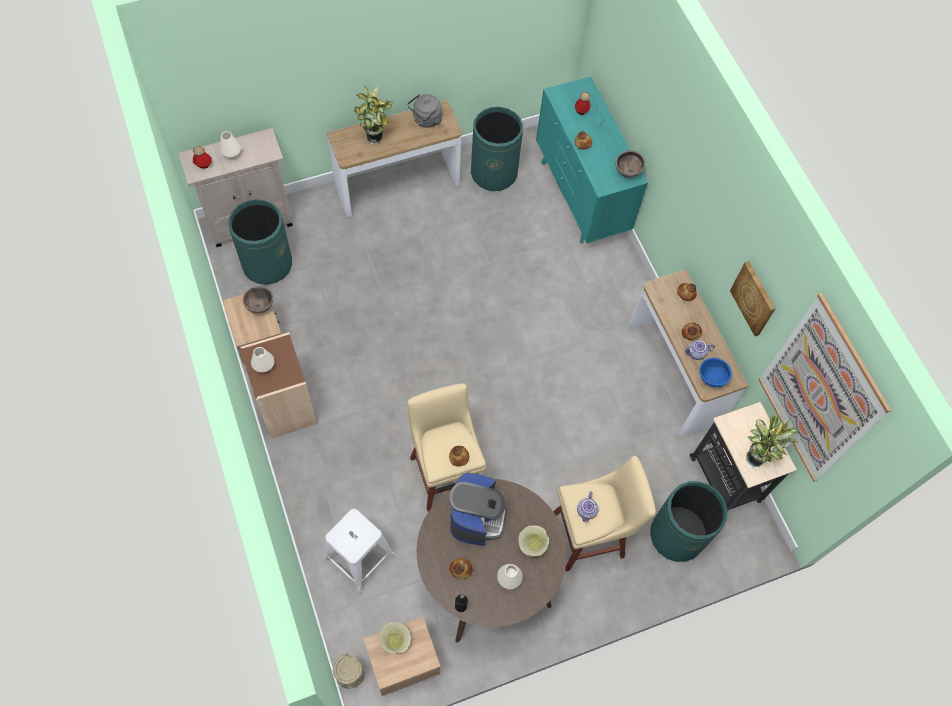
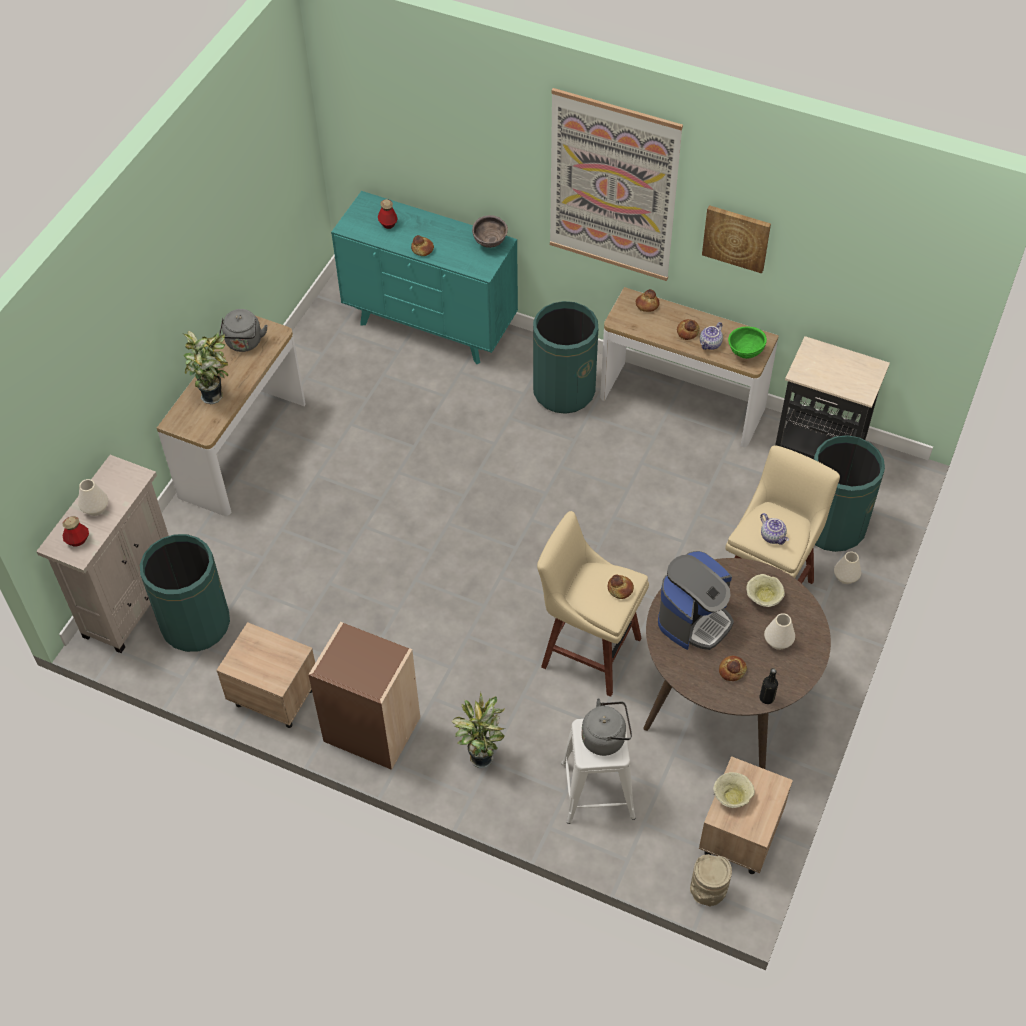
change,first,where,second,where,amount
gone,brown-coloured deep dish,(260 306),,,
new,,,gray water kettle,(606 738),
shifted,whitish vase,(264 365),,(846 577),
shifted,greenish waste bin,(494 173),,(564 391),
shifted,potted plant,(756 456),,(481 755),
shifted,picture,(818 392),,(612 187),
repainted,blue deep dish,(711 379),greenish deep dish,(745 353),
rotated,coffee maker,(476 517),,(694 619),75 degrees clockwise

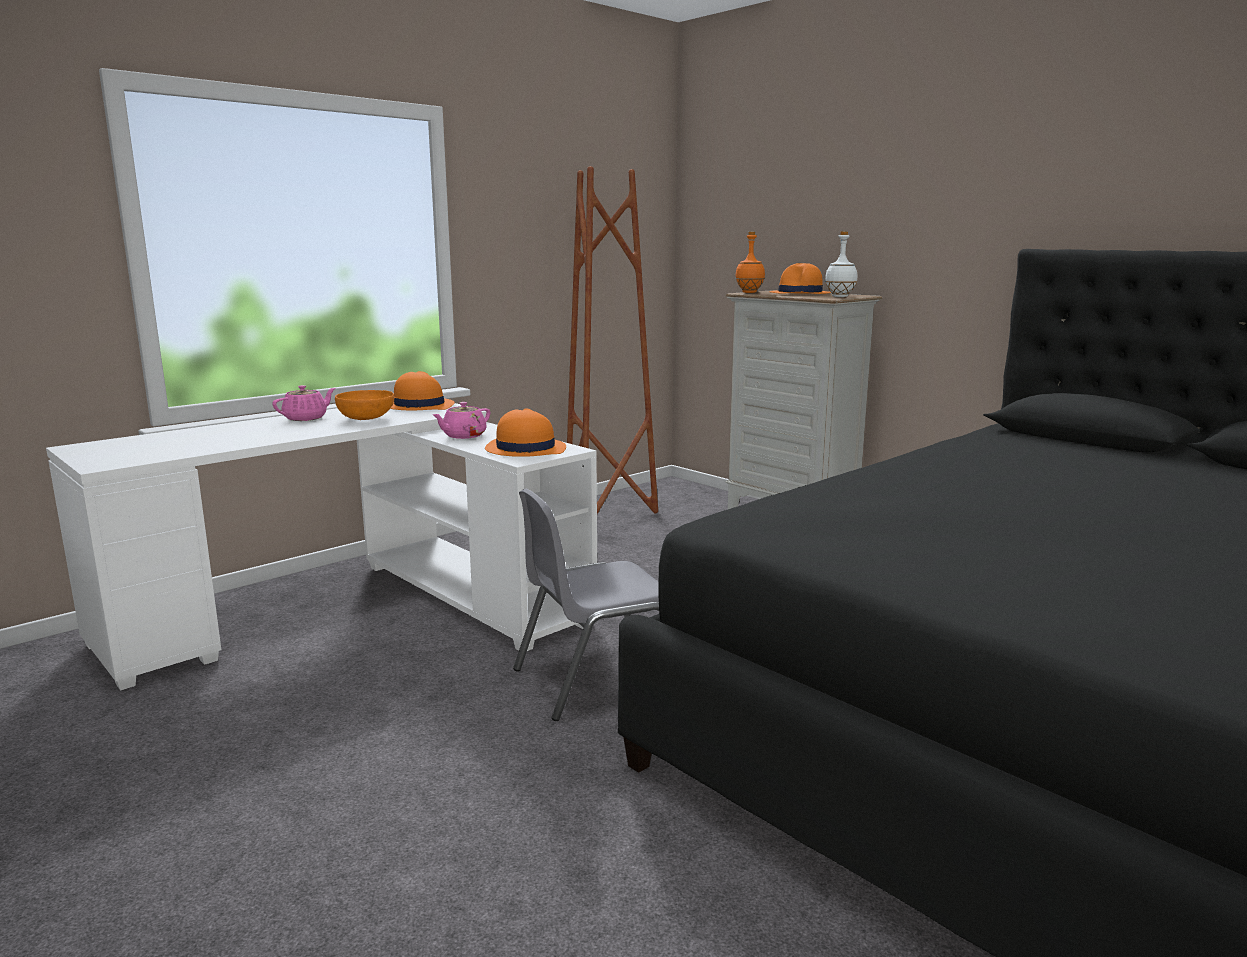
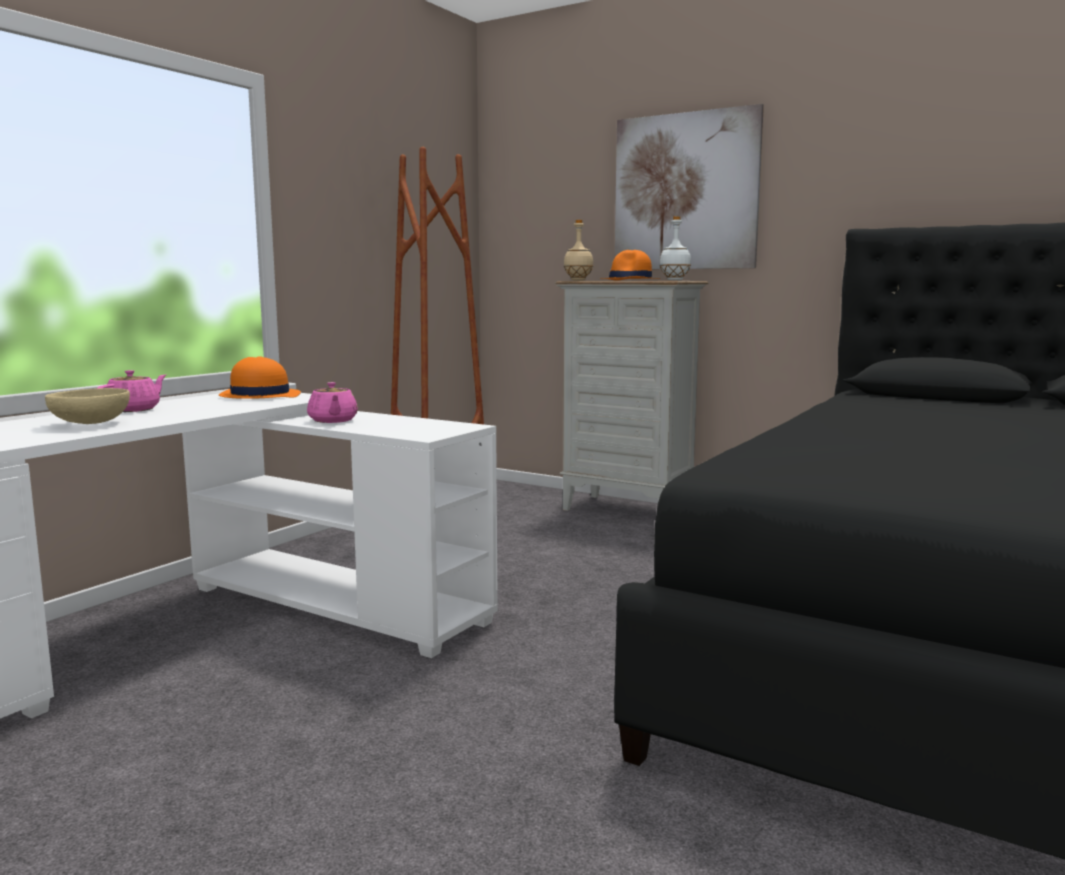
change,first,where,second,where,amount
gone,orange deep dish,(366 418),,,
gone,orange clothing hat,(525 449),,,
gone,gray chair,(599 678),,,
new,,,sand-coloured deep dish,(90 424),
new,,,picture,(685 192),
repainted,orange beverage bottle,(749 292),sand-coloured beverage bottle,(577 280),
rotated,pinkish pot for tea,(463 436),,(333 421),45 degrees counterclockwise

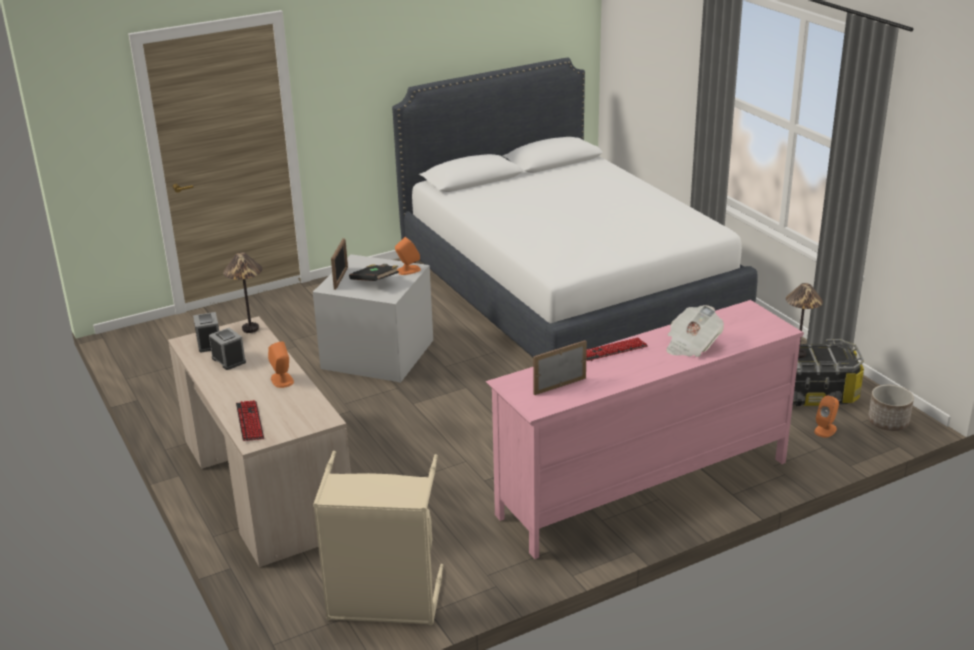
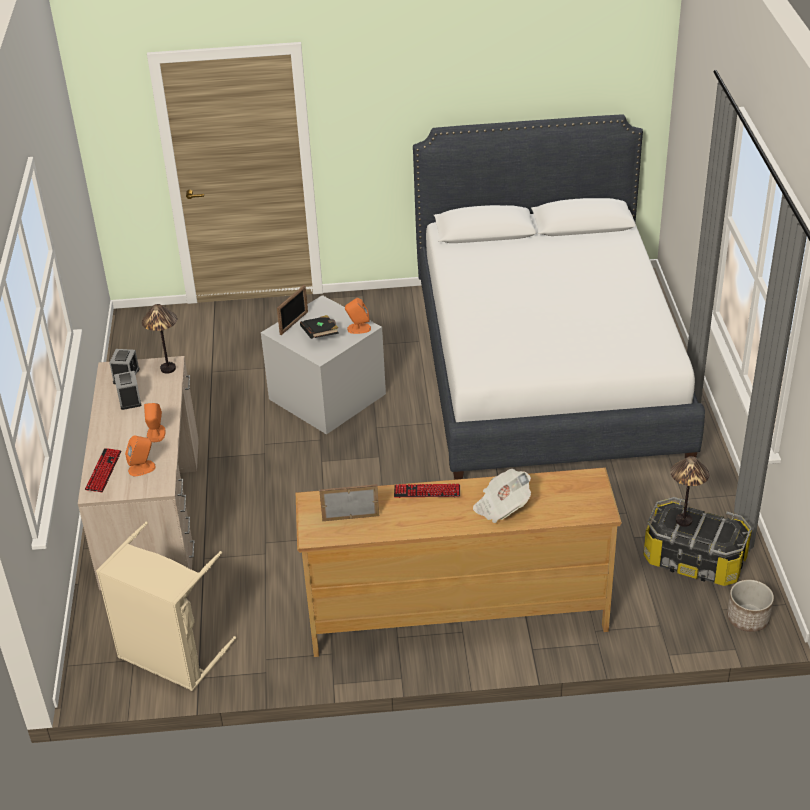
change,first,where,second,where,amount
shifted,orange audio speaker,(825 430),,(142 468),
repainted,pinkish dresser,(643 488),brown-coloured dresser,(457 616),

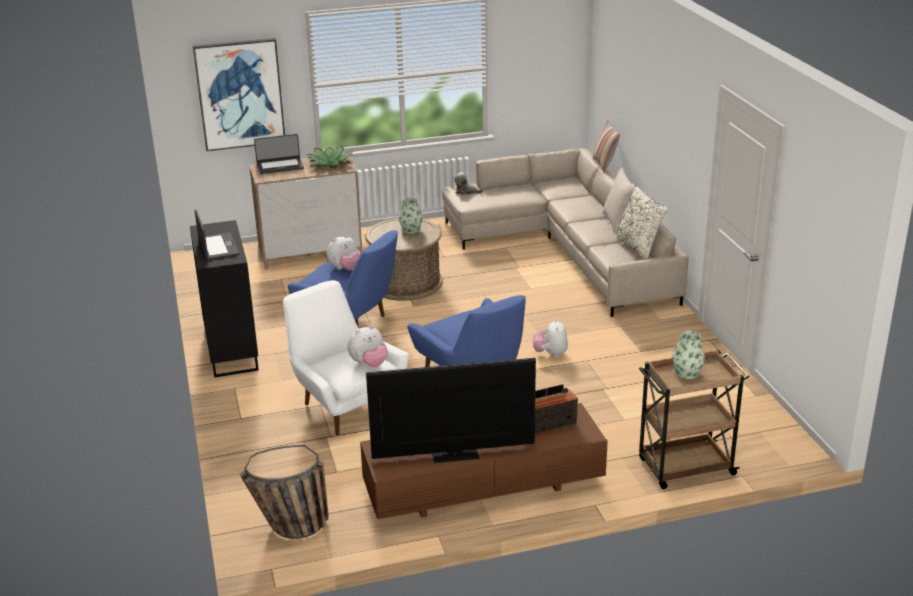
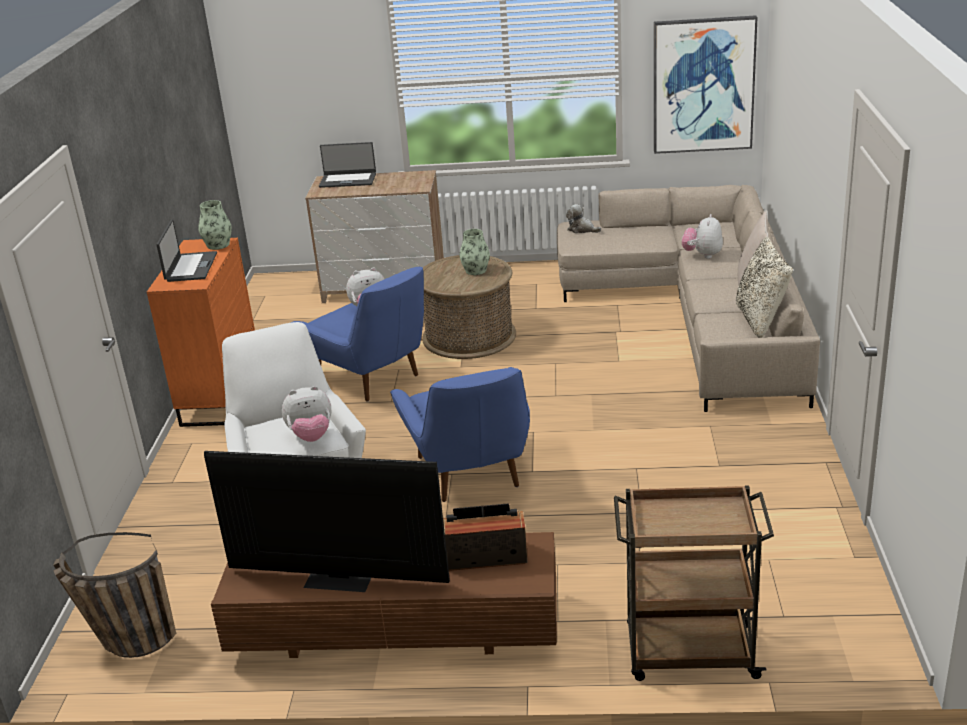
change,first,where,second,where,amount
gone,potted plant,(330 163),,,
gone,throw pillow,(604 165),,,
shifted,picture,(240 94),,(703 85),
shifted,plush toy,(550 354),,(702 255),
shifted,vase,(687 373),,(218 245),
repainted,black dresser,(230 349),orange dresser,(220 394),

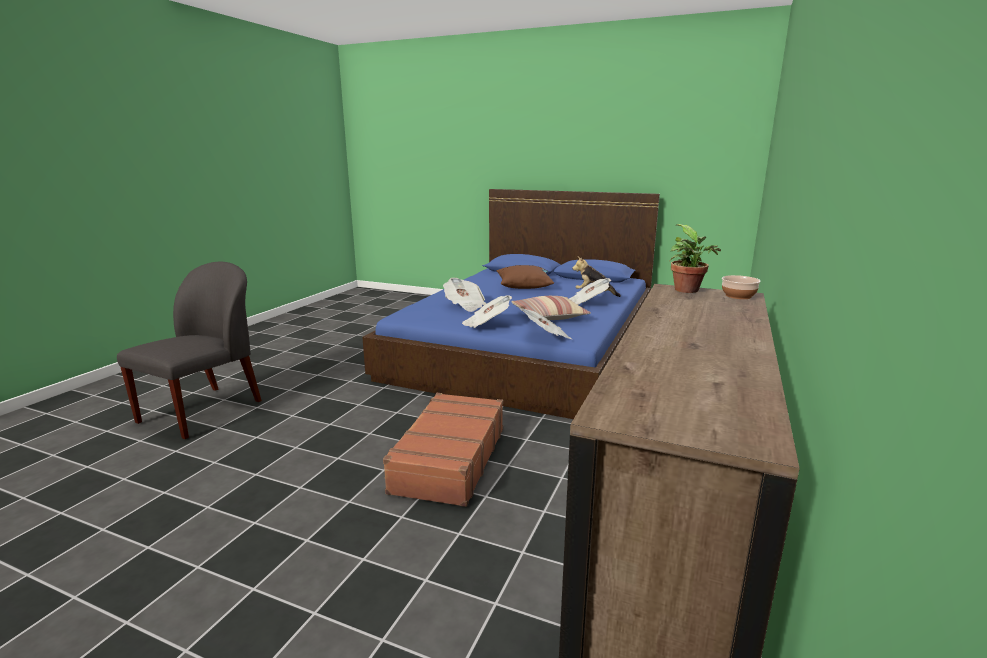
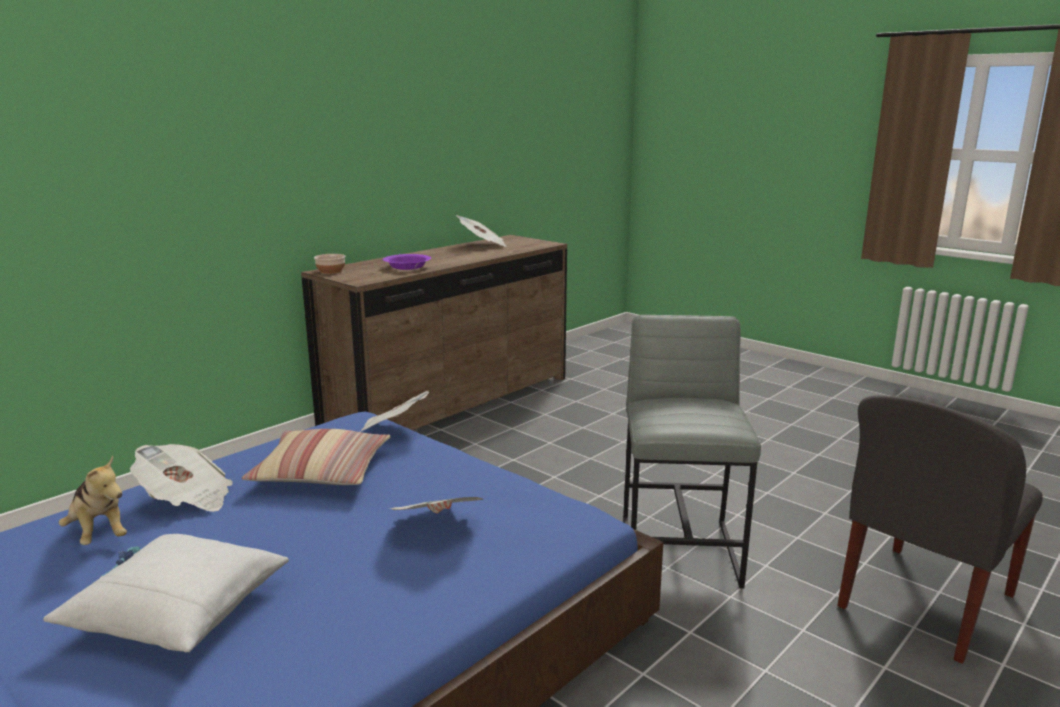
change,first,where,second,where,amount
gone,brown-coloured piece of luggage,(448 459),,,
gone,potted plant,(688 291),,,
new,,,purple-coloured deep dish,(407 267),
new,,,gray chair,(679 549),
shifted,newspaper,(486 324),,(483 245),
repainted,brown-coloured throw pillow,(524 286),gray throw pillow,(179 614),

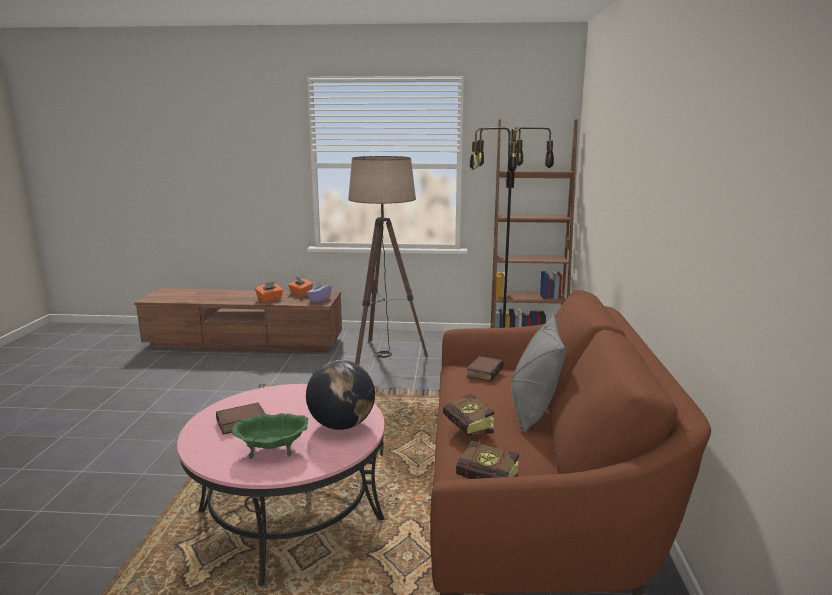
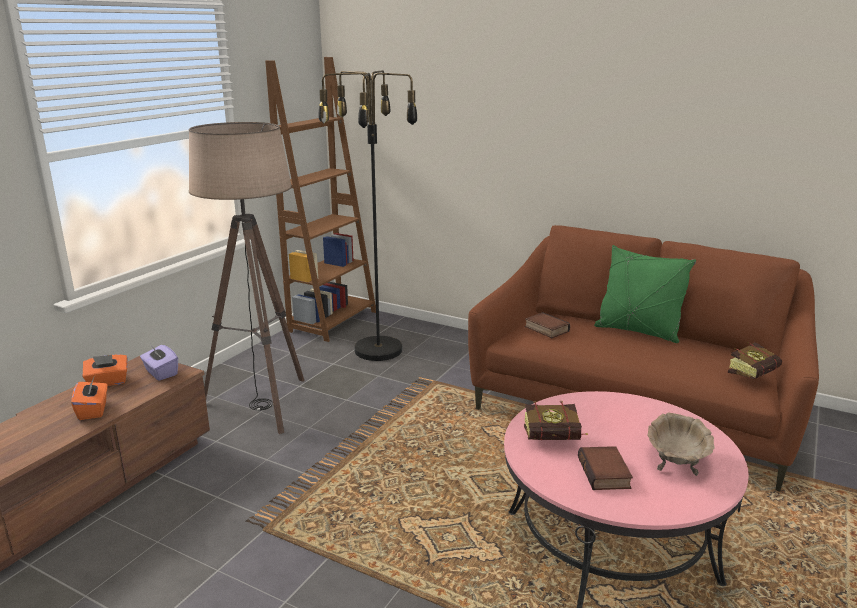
change,first,where,second,where,amount
gone,world globe,(342 425),,,
shifted,book,(471 433),,(557 439),
repainted,greenish deep dish,(272 449),sand-coloured deep dish,(676 461),
repainted,gray throw pillow,(533 411),greenish throw pillow,(638 331),

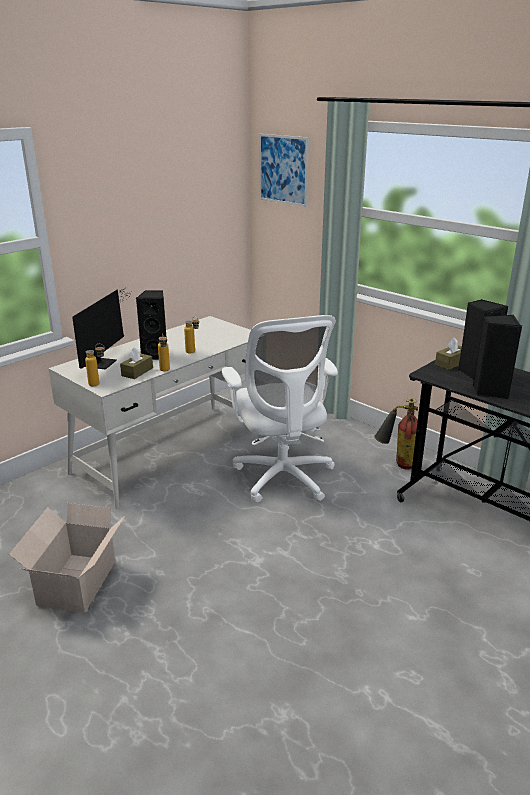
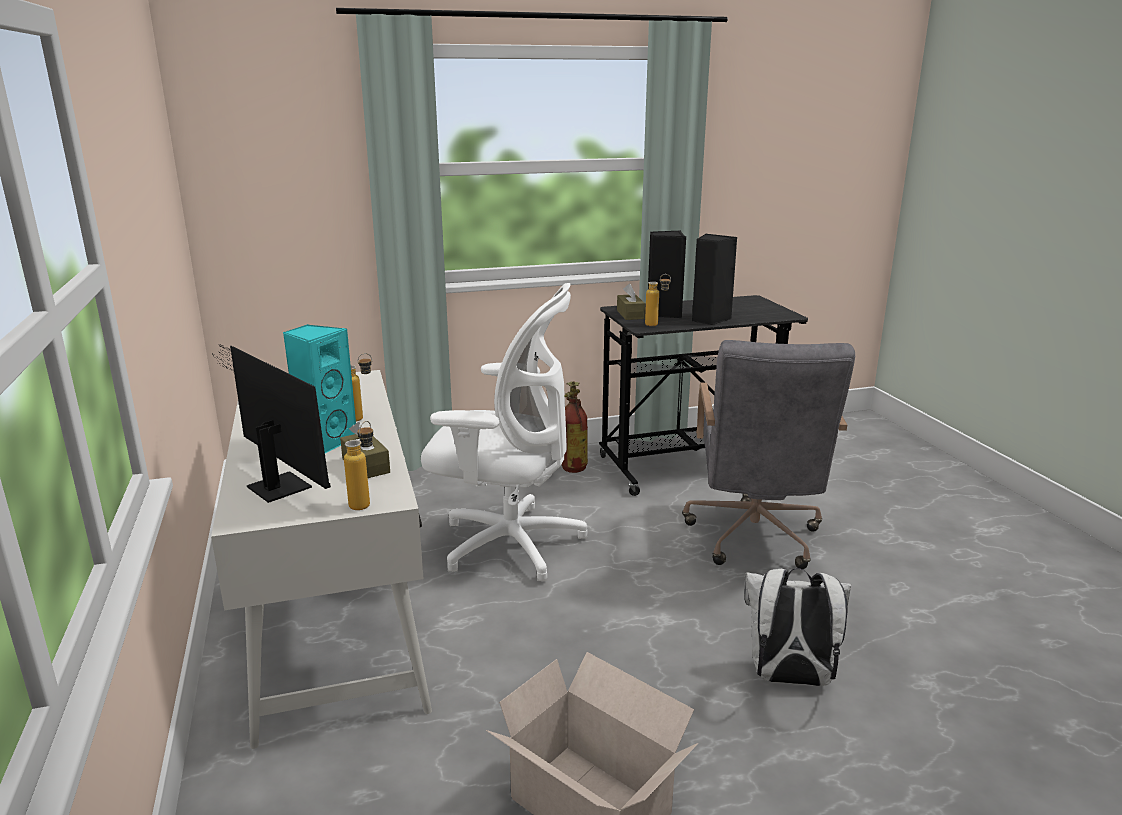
change,first,where,second,where,amount
gone,picture,(283 169),,,
new,,,gray computer chair,(753 542),
new,,,whitish knapsack,(788 679),
shifted,beverage bottle,(165 371),,(656 325),
repainted,black audio speaker,(156 355),blue-green audio speaker,(325 441),

